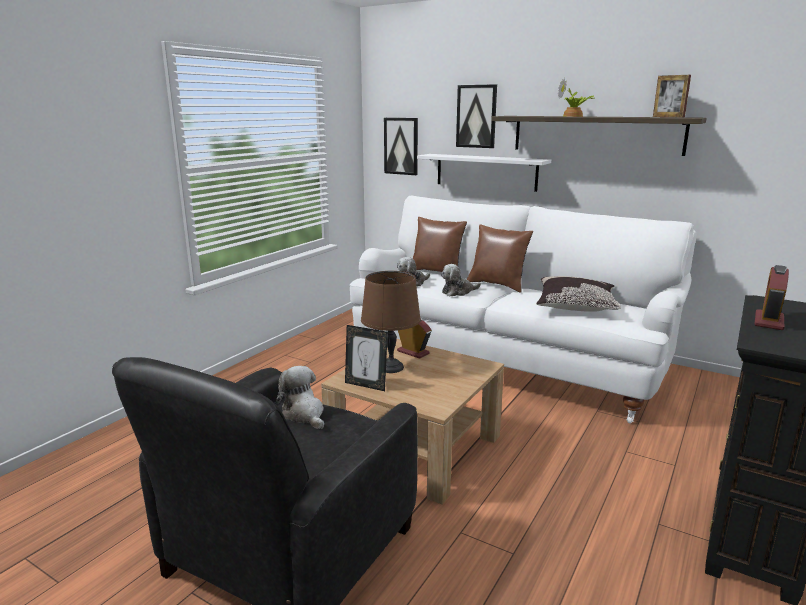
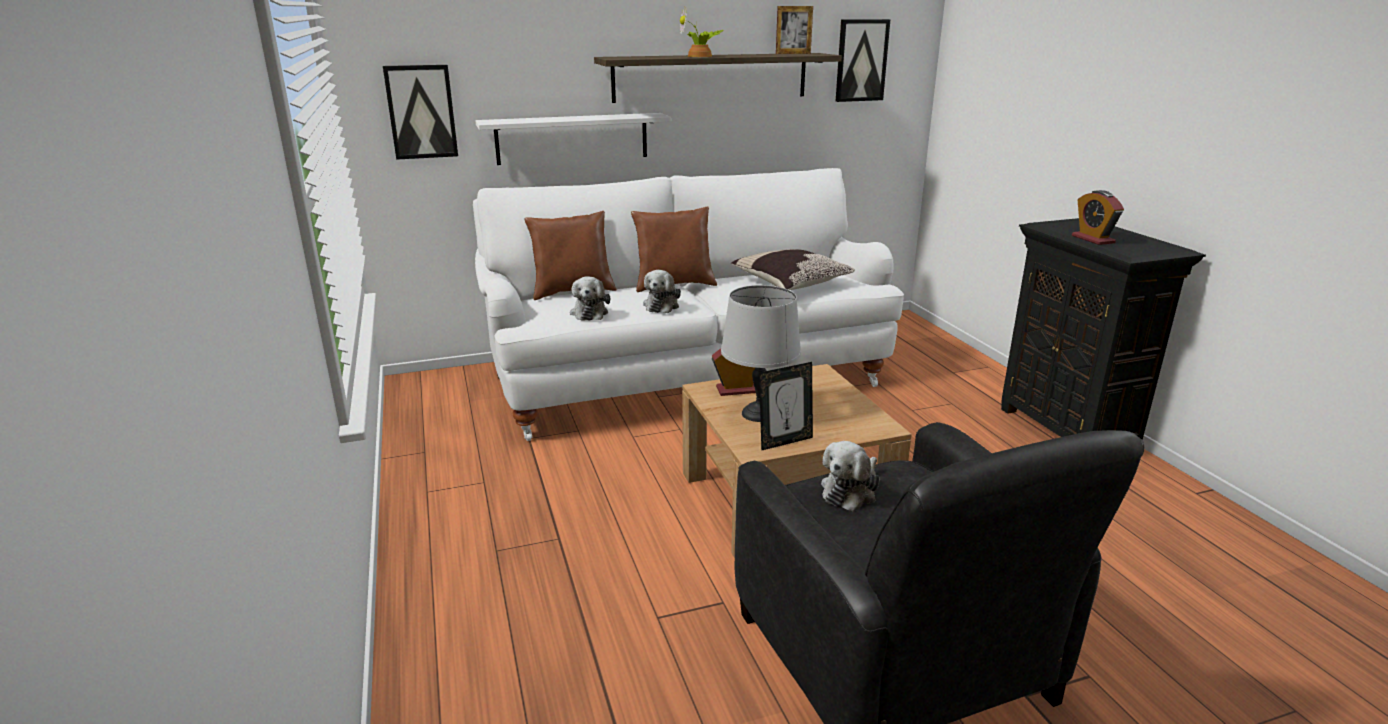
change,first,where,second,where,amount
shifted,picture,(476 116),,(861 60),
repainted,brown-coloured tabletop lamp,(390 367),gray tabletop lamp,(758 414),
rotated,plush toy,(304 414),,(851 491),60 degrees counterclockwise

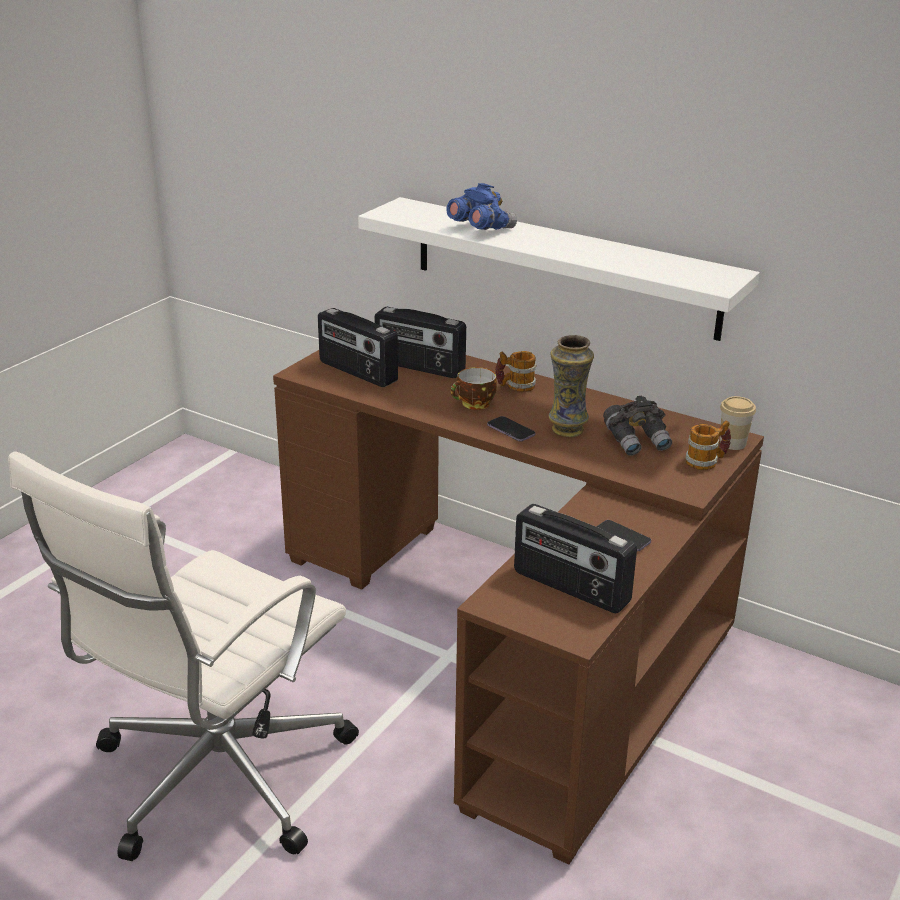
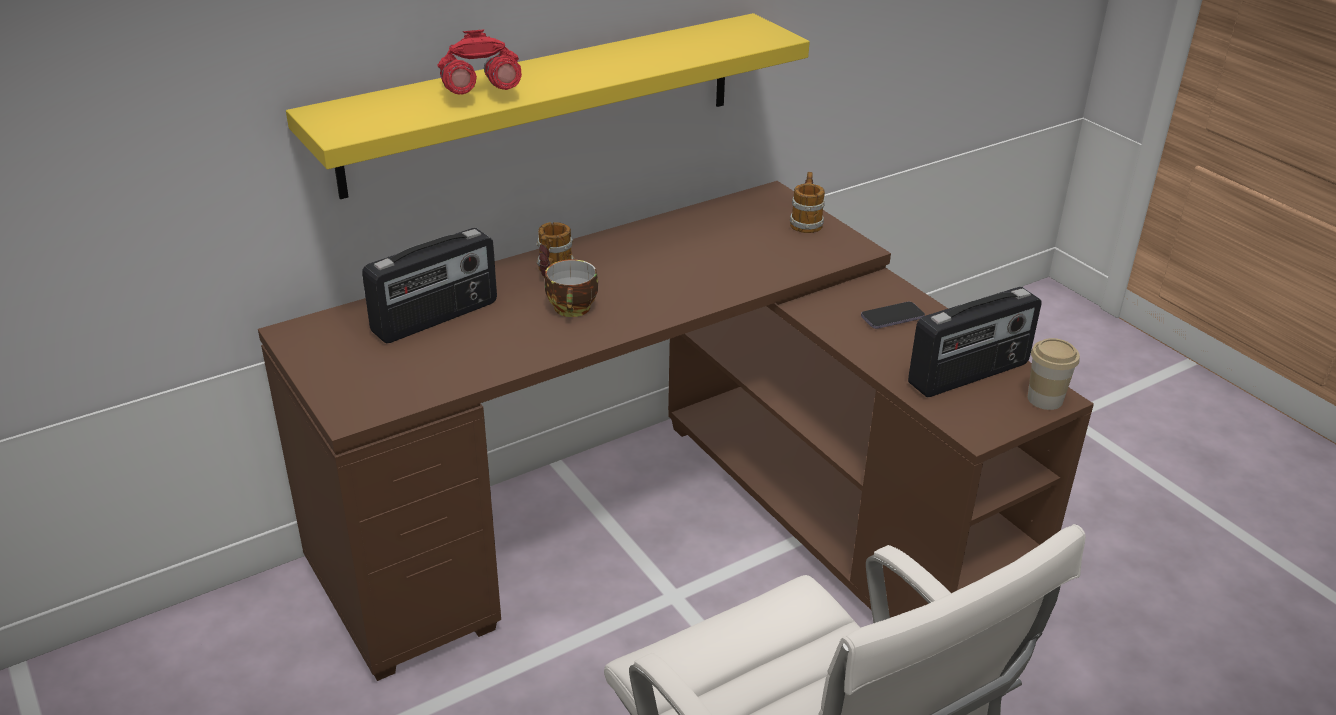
change,first,where,second,where,amount
gone,radio set,(357 372),,,
gone,phone,(511 430),,,
gone,vase,(567 430),,,
gone,gray pair of binoculars,(637 441),,,
shifted,cup,(732 443),,(1045 399),
repainted,whitish bracket shelf,(563 267),yellow bracket shelf,(543 103),
repainted,blue pair of binoculars,(480 229),red-coloured pair of binoculars,(479 93),

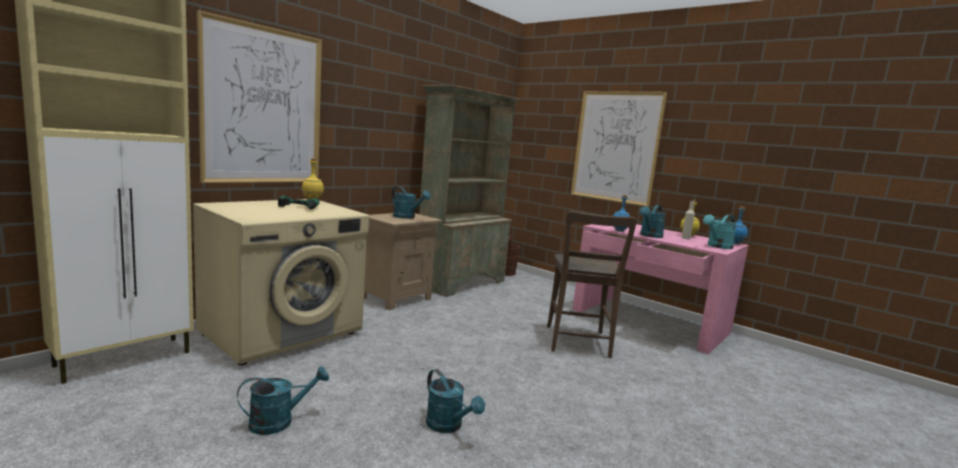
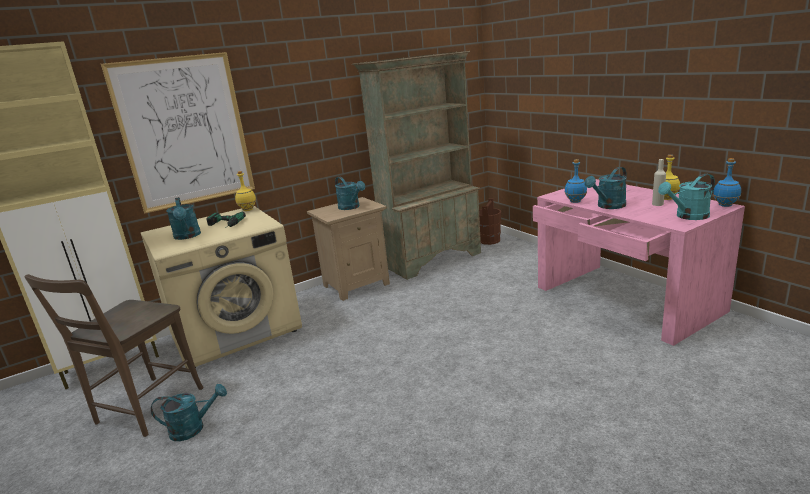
change,first,where,second,where,amount
gone,picture,(616 147),,,
shifted,blue-green sprinkling can,(448 426),,(187 236),
shifted,brown-coloured chair,(577 343),,(145 409),

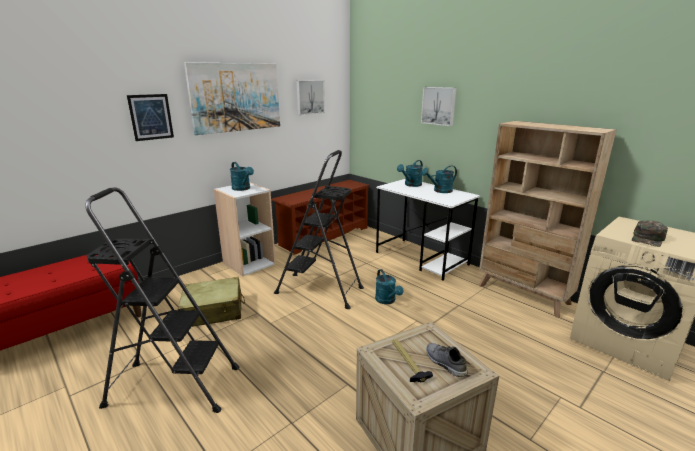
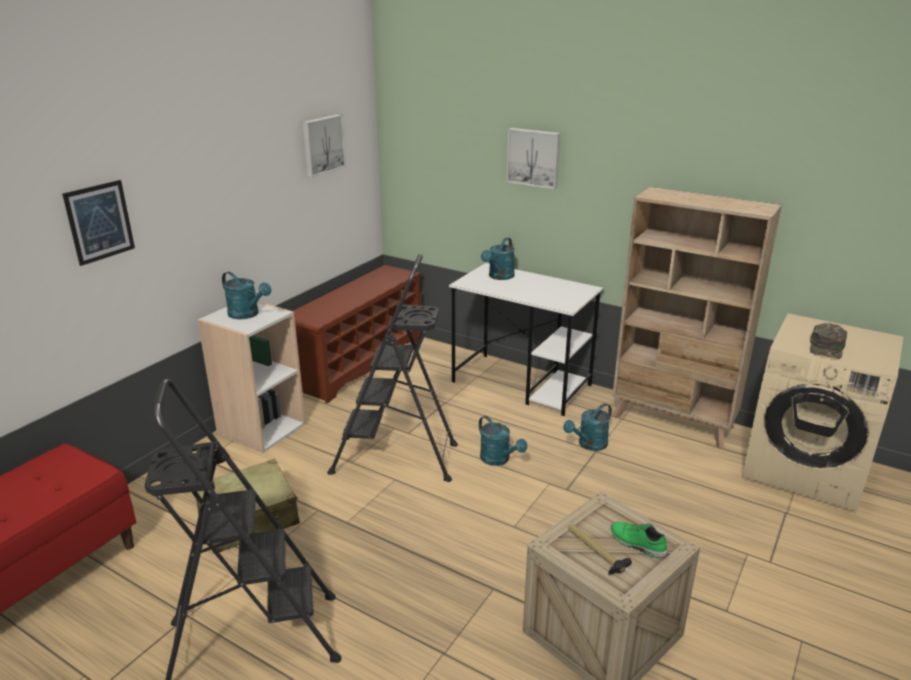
change,first,where,second,where,amount
gone,picture,(236 97),,,
shifted,blue-green sprinkling can,(440 191),,(589 445),
repainted,gray shoe,(444 363),greenish shoe,(637 544),

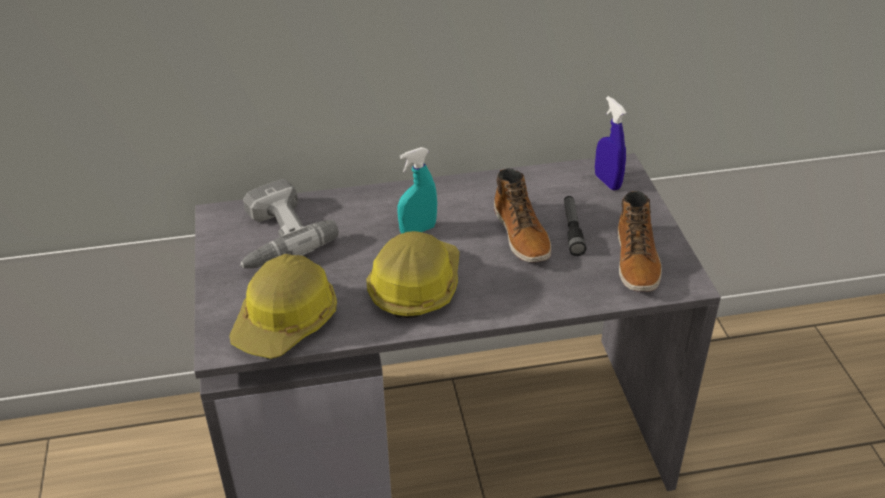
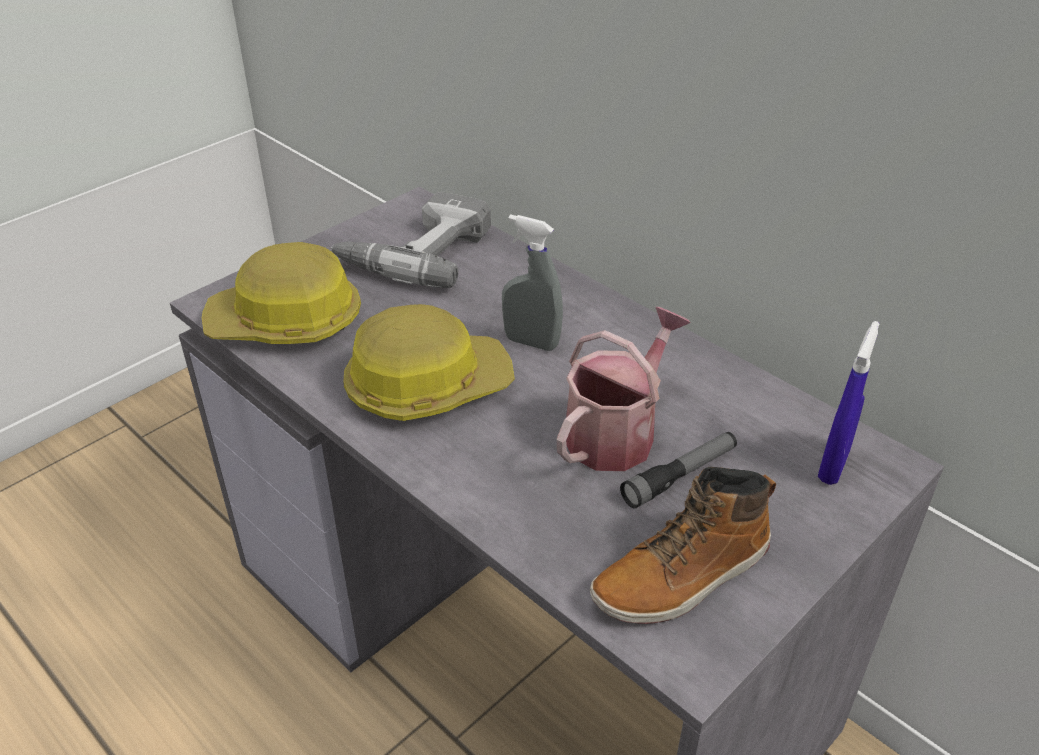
change,first,where,second,where,amount
swapped,high-top boot,(522 235),sprinkling can,(616 432),
repainted,blue-green sprayer,(418 230),gray sprayer,(531 342),

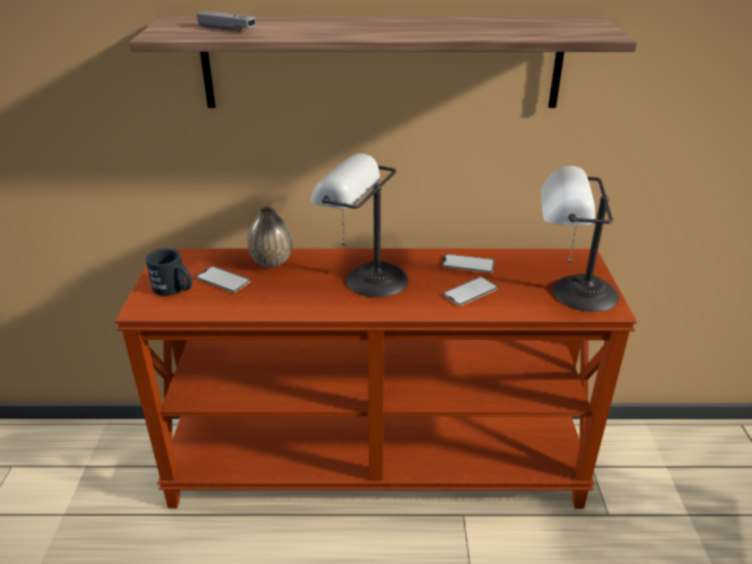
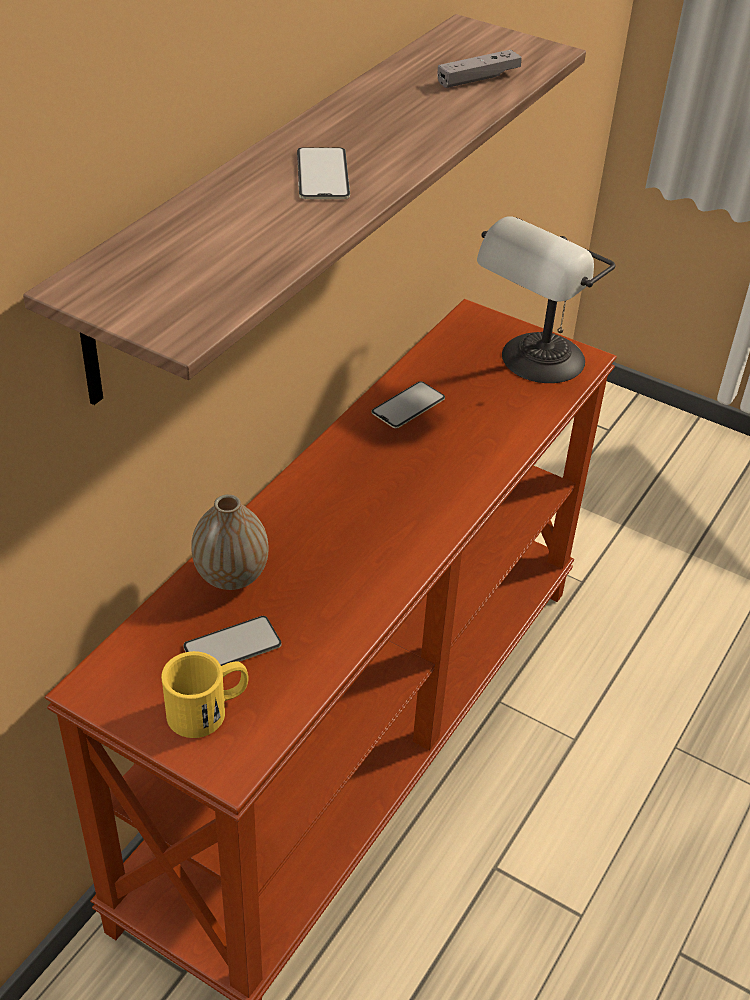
change,first,where,second,where,amount
gone,tabletop lamp,(363 277),,,
shifted,gray joypad,(227 29),,(478 78),
shifted,phone,(470 291),,(322 174),
repainted,black mug,(174 289),yellow mug,(208 709),

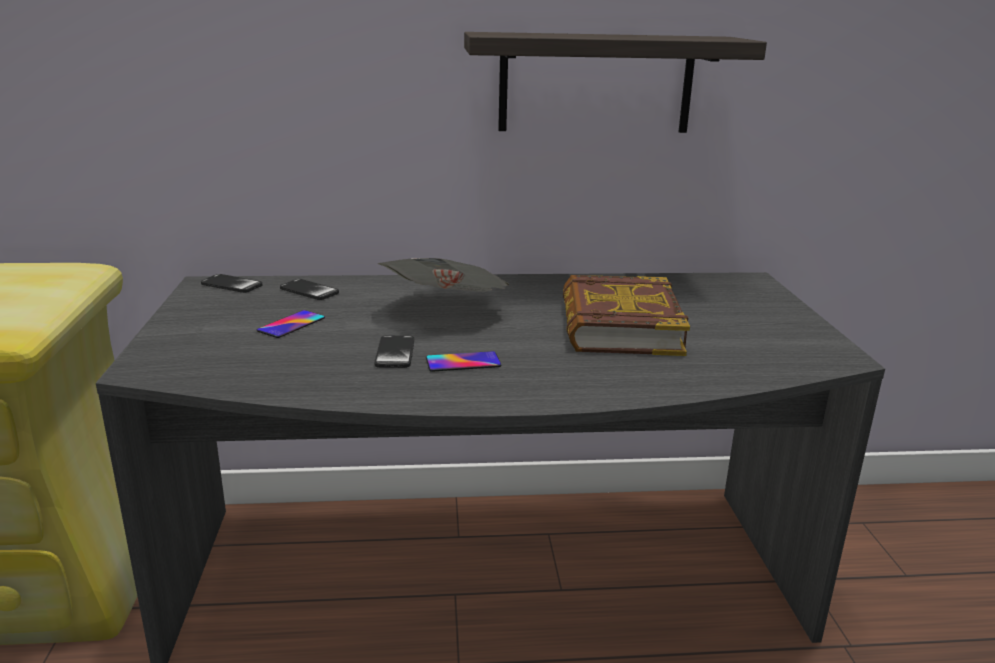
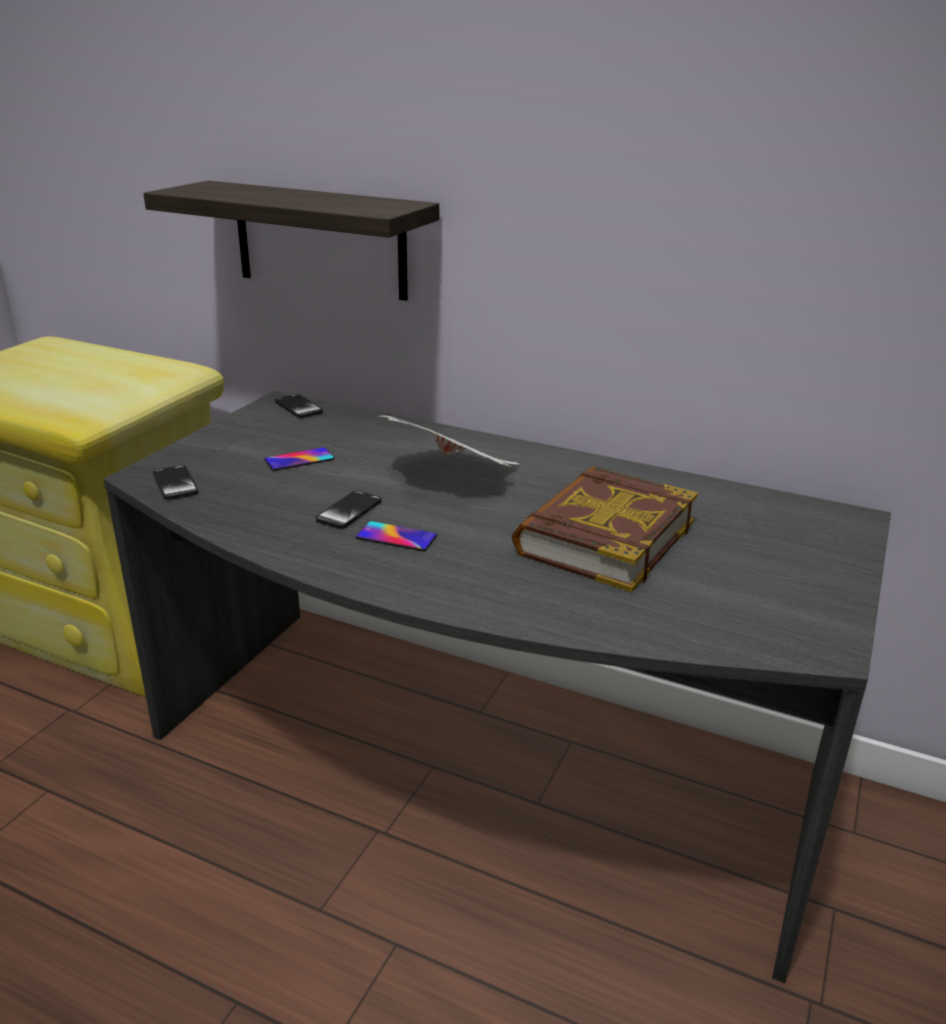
change,first,where,second,where,amount
shifted,phone,(309 291),,(175 484),
shifted,bracket shelf,(596 83),,(320 240),

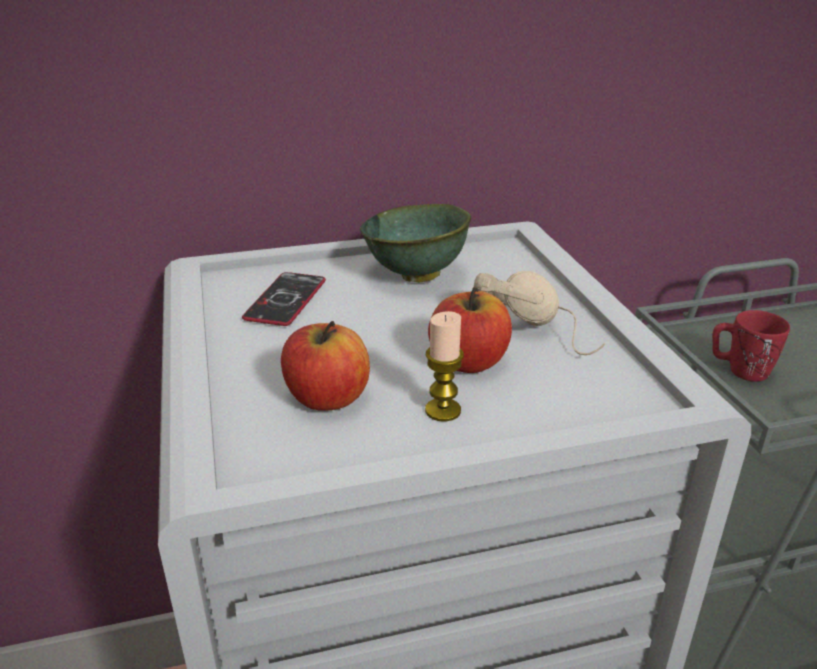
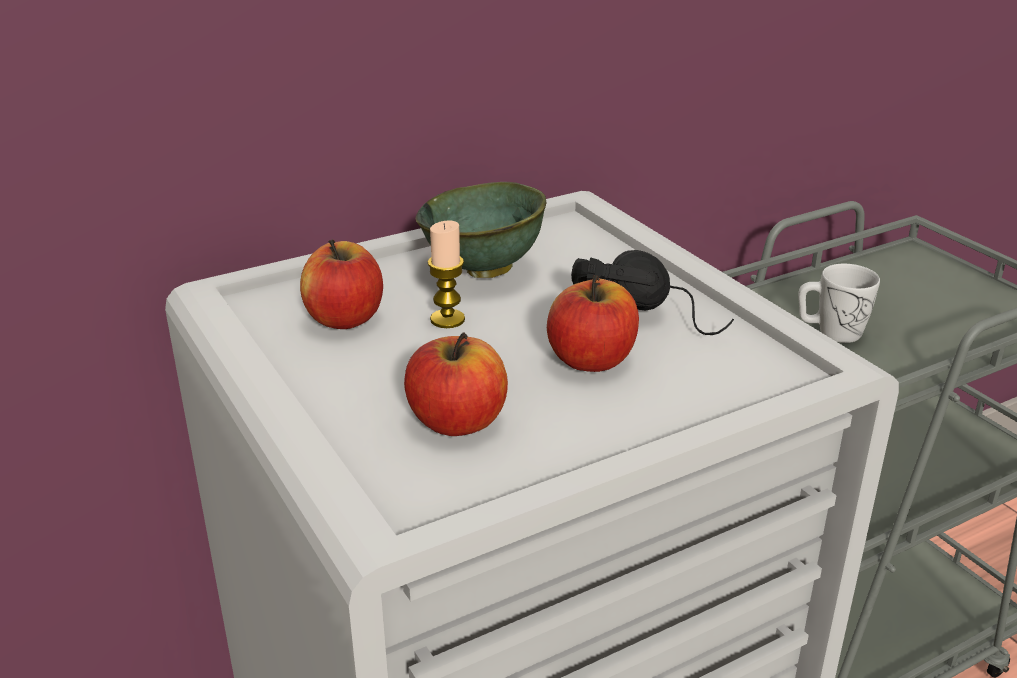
change,first,where,second,where,amount
shifted,candle,(443 410),,(447 319),
swapped,phone,(285 300),apple,(345 318),
repainted,sand-coloured headset,(541 328),black headset,(651 312),
repainted,red-coloured mug,(739 370),whitish mug,(830 332),

